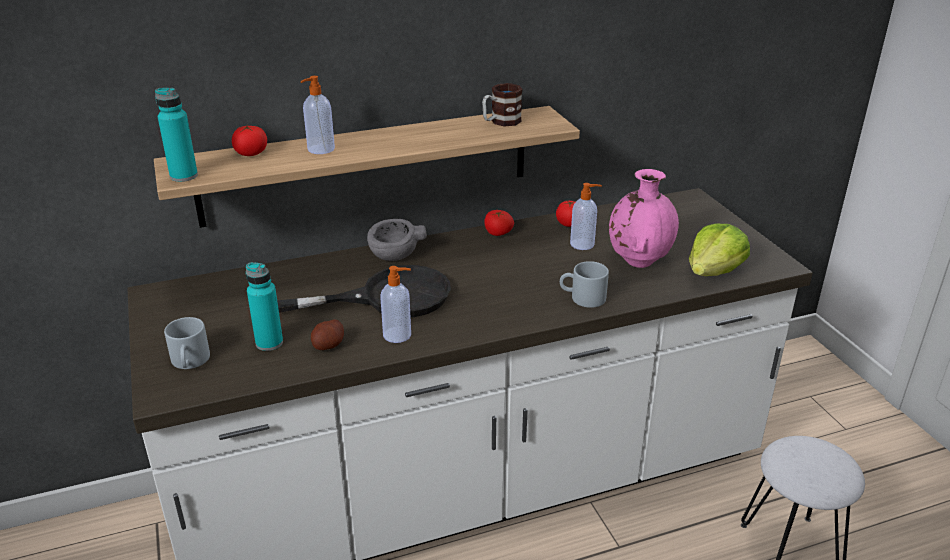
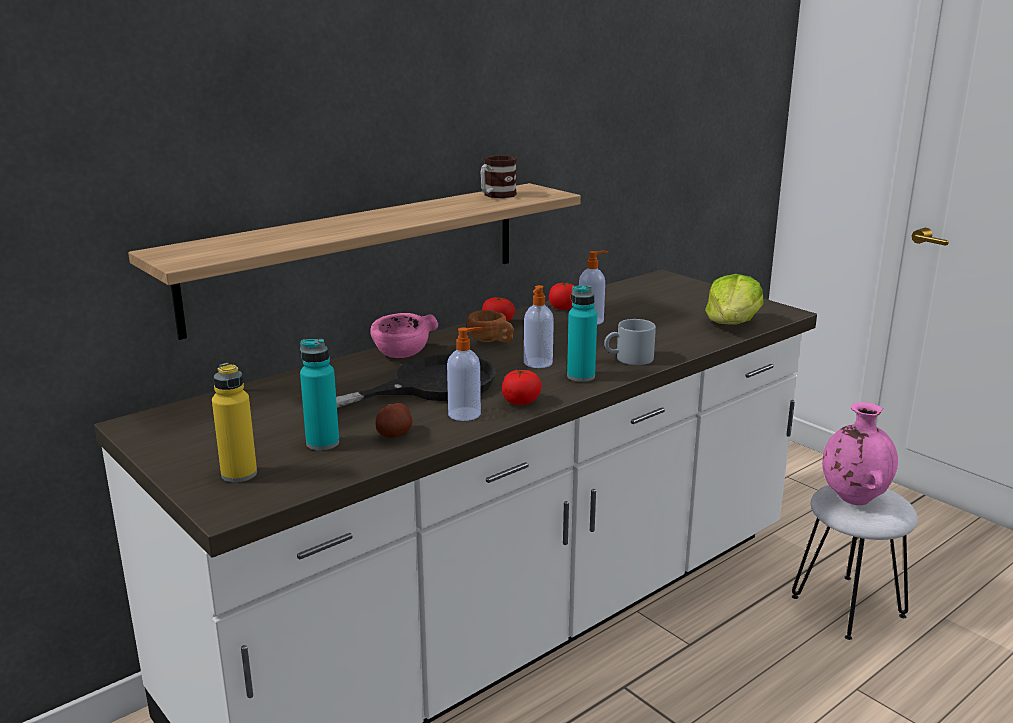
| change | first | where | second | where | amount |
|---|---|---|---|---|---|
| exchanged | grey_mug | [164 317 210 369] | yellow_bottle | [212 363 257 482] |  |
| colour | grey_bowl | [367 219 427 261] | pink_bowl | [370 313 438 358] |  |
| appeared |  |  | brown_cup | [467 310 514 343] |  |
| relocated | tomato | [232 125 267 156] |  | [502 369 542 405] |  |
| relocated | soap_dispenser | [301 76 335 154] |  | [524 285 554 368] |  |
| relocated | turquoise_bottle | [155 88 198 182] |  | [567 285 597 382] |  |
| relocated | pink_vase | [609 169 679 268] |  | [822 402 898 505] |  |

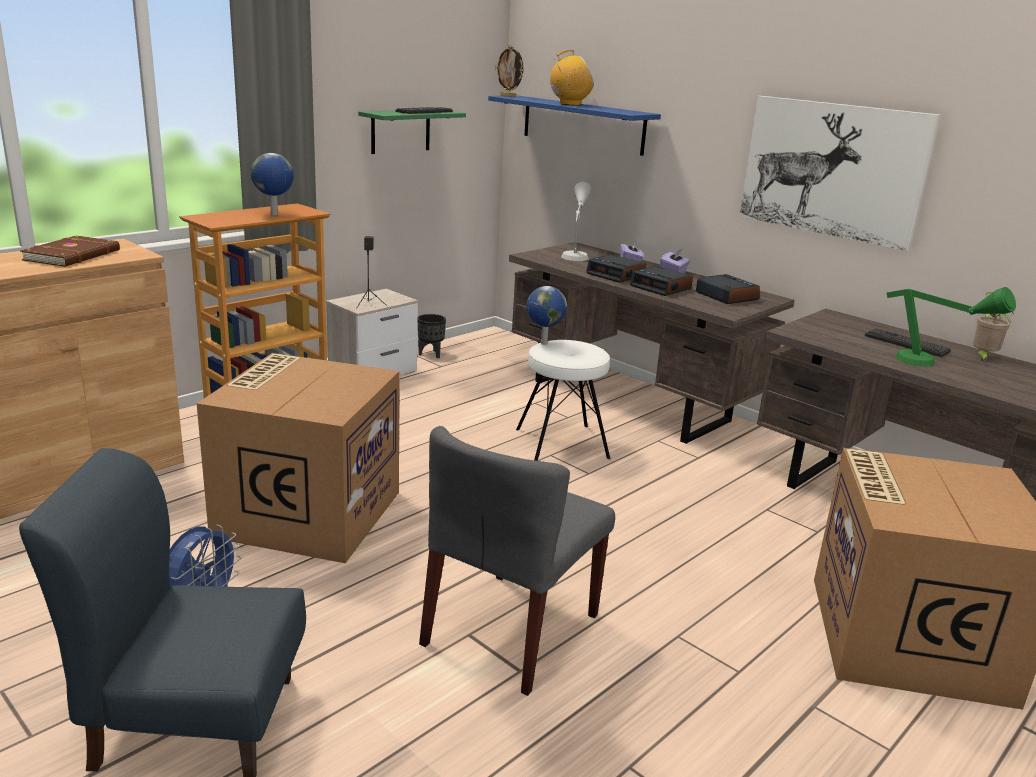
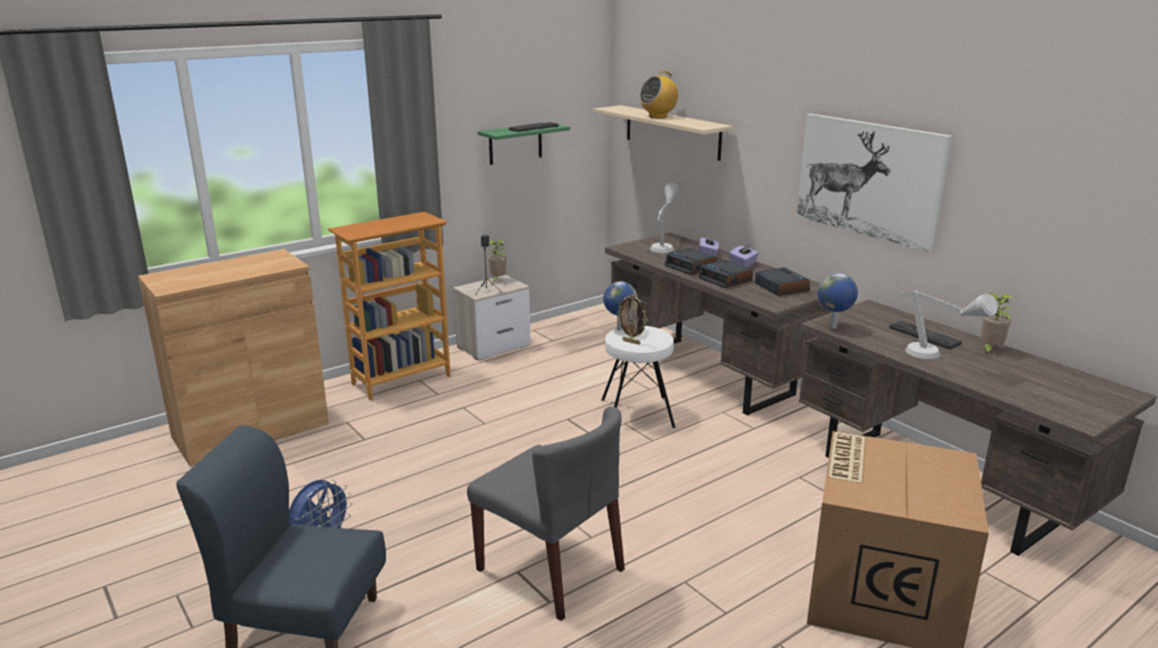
| change | first | where | second | where | amount |
|---|---|---|---|---|---|
| spun | grey_chair | [419 426 615 696] |  | [467 406 625 621] | 90 degrees counterclockwise |
| appeared |  |  | potted_plant | [489 240 507 283] |  |
| colour | blue_shelf | [488 95 661 156] | beige_shelf | [593 105 733 161] |  |
| relocated | picture_frame | [495 45 524 97] |  | [617 294 647 345] |  |
| spun | radio | [550 50 594 106] |  | [639 71 678 118] | 150 degrees clockwise |
| relocated | globe | [251 153 294 215] |  | [817 273 858 328] |  |
| colour | green_table_lamp | [887 287 1016 367] | grey_table_lamp | [899 291 998 359] |  |
| missing | brown_book | [20 235 120 267] |  |  |  |
| missing | cardboard_box | [197 353 400 563] |  |  |  |
| missing | black_planter | [418 314 446 358] |  |  |  |

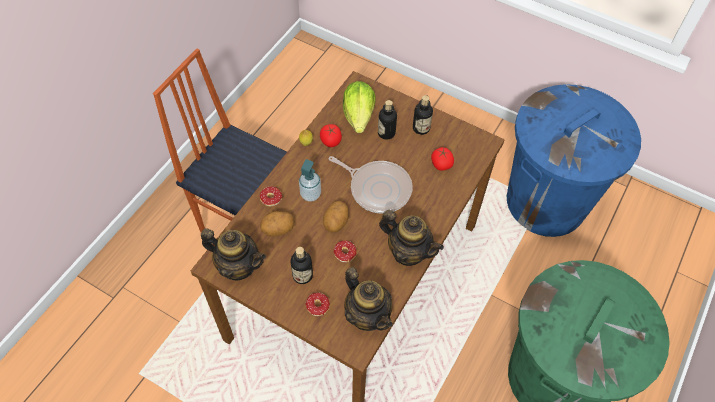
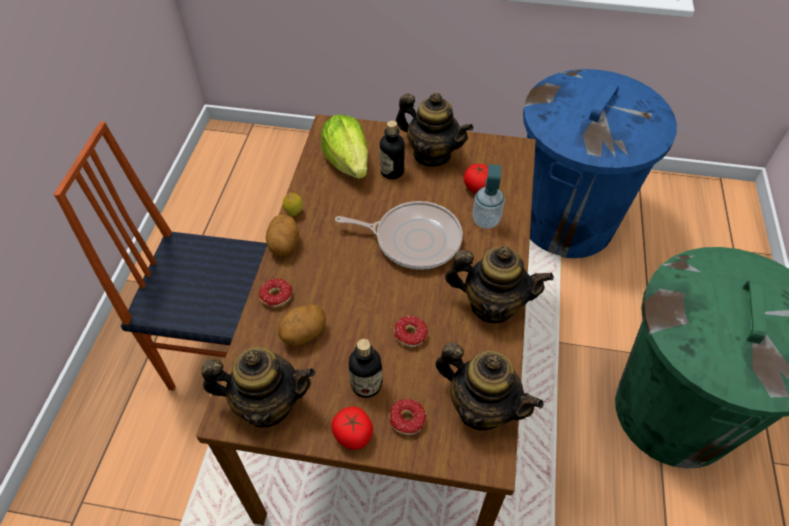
| change | first | where | second | where | amount |
|---|---|---|---|---|---|
| relocated | potato | [323 201 348 232] |  | [266 214 299 256] |  |
| relocated | tomato | [320 124 342 147] |  | [331 406 373 450] |  |
| exchanged | bottle | [413 95 433 135] | teapot | [396 93 474 167] |  |
| relocated | soap_dispenser | [299 159 321 202] |  | [472 165 505 229] |  |

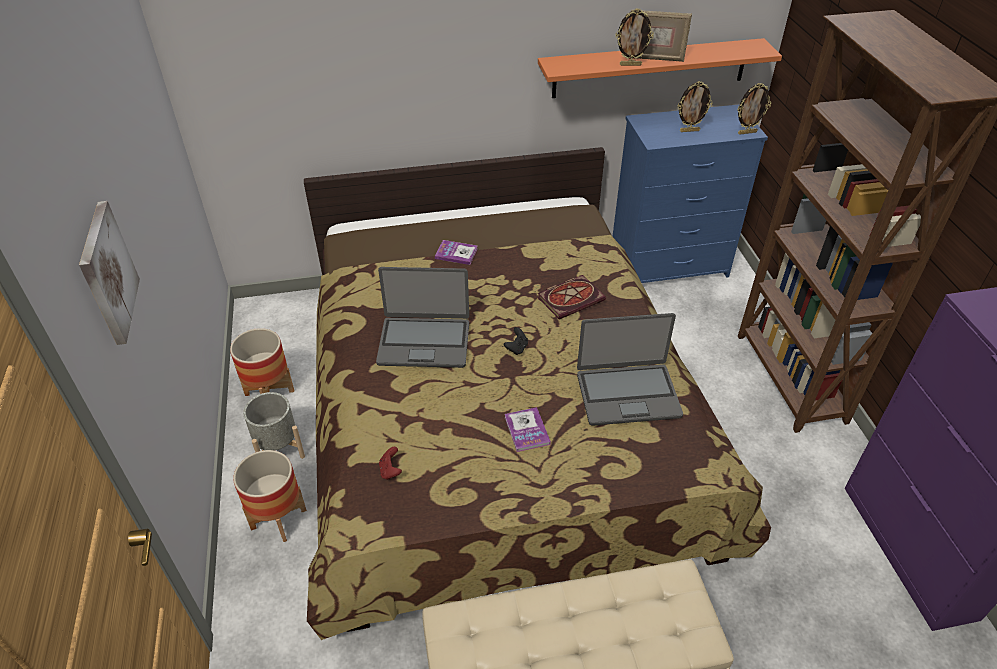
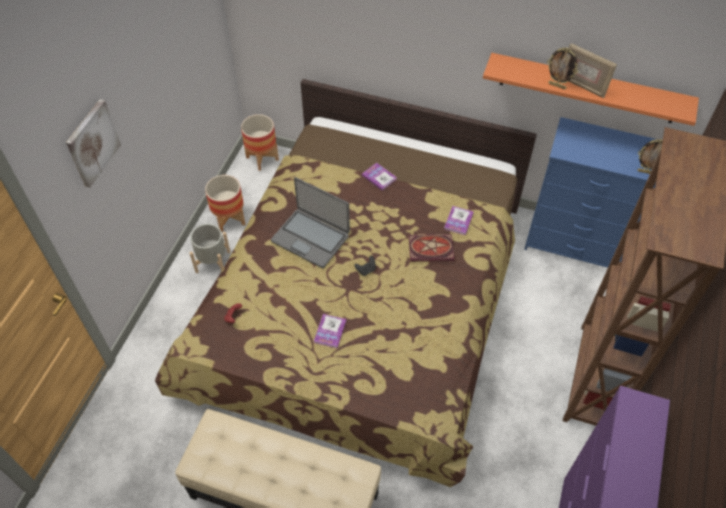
| change | first | where | second | where | amount |
|---|---|---|---|---|---|
| relocated | planter | [233 450 307 542] |  | [241 114 279 171] |  |
| appeared |  |  | book | [444 206 474 235] |  |
| missing | laptop | [577 313 683 426] |  |  |  |
| missing | picture_frame | [677 81 713 132] |  |  |  |

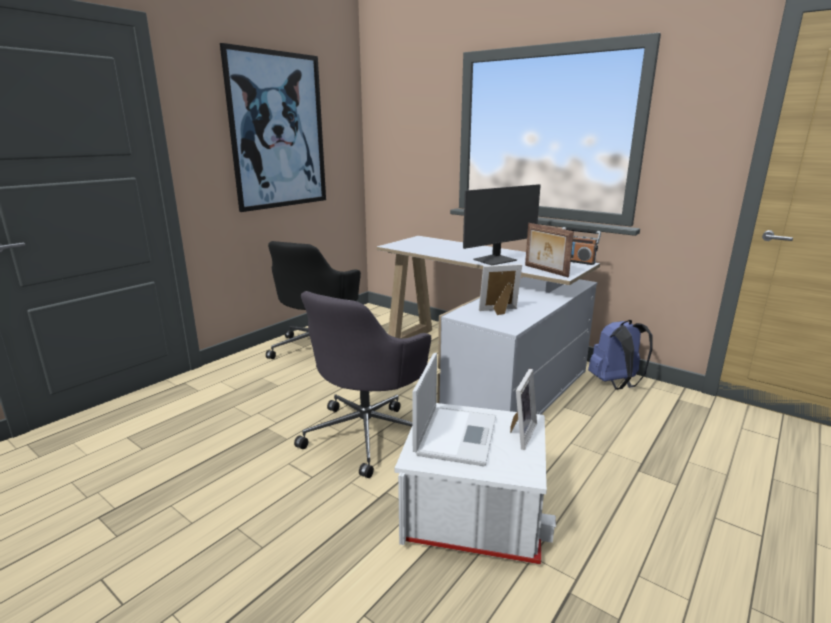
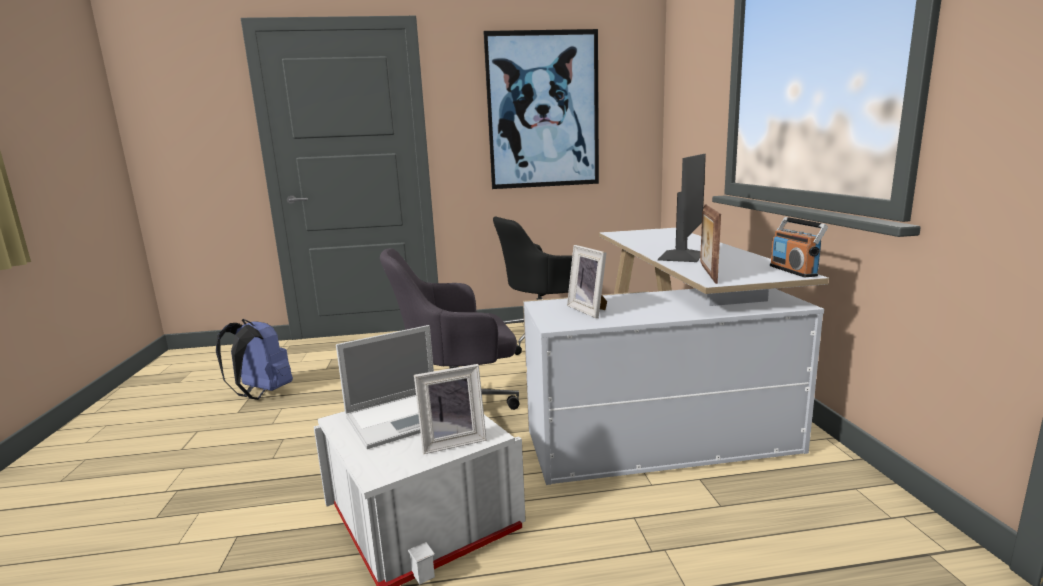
| change | first | where | second | where | amount |
|---|---|---|---|---|---|
| relocated | blue_backpack | [588 320 652 390] |  | [216 319 293 400] |  |
| spun | picture_frame | [479 264 522 315] |  | [567 245 607 318] | 150 degrees counterclockwise |
| spun | monitor | [463 184 541 265] |  | [658 154 706 262] | 75 degrees counterclockwise |

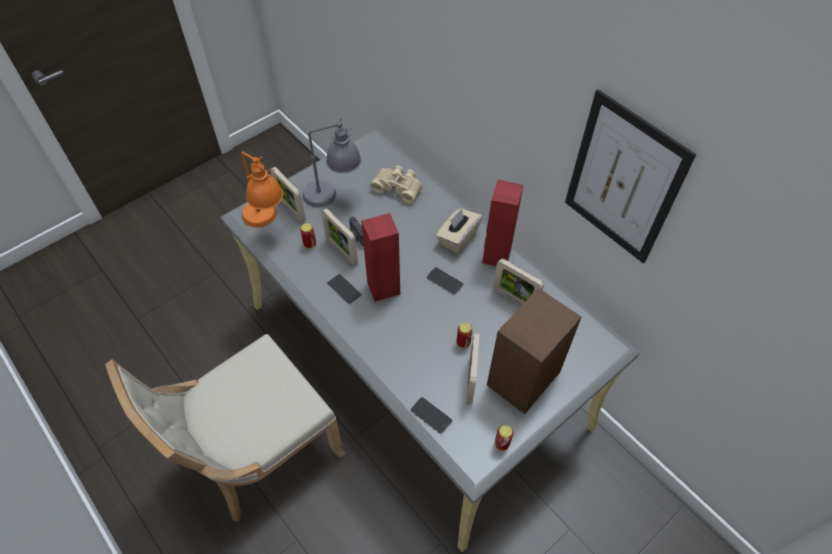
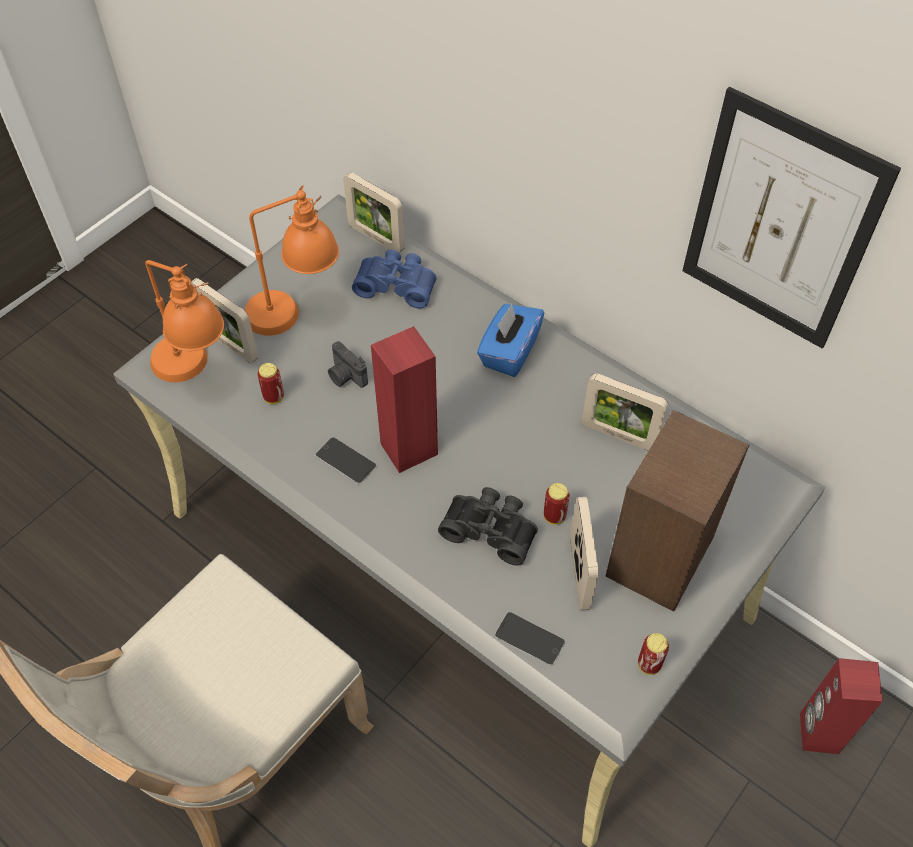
| change | first | where | second | where | amount |
|---|---|---|---|---|---|
| colour | grey_table_lamp | [303 119 361 208] | orange_table_lamp | [245 186 339 336] |  |
| relocated | picture_frame | [321 208 358 266] |  | [343 172 405 253] |  |
| colour | beige_binoculars | [370 166 423 204] | blue_binoculars | [352 249 437 309] |  |
| appeared |  |  | black_binoculars | [438 487 538 566] |  |
| colour | beige_tissue_box | [436 208 482 254] | blue_tissue_box | [477 304 544 377] |  |
| relocated | red_speaker | [482 180 524 266] |  | [800 658 883 754] |  |
| missing | phone | [426 267 464 295] |  |  |  |

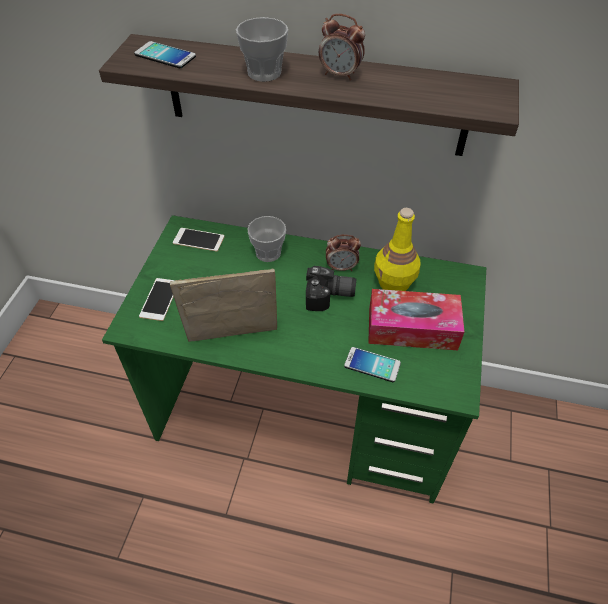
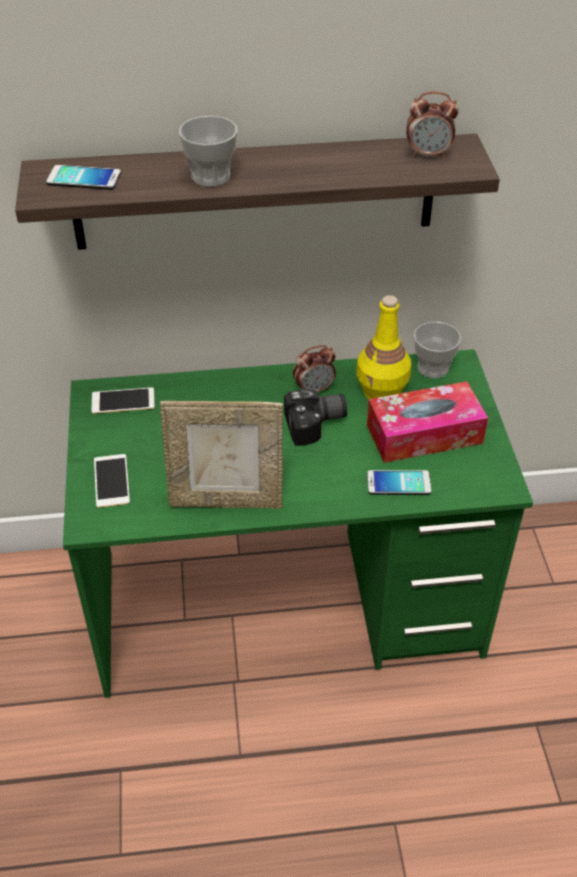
| change | first | where | second | where | amount |
|---|---|---|---|---|---|
| spun | picture_frame | [170 269 277 342] |  | [160 401 283 509] | 150 degrees counterclockwise |
| relocated | alarm_clock | [319 14 365 81] |  | [406 92 459 159] |  |
| relocated | cup | [247 216 286 262] |  | [414 322 461 378] |  |

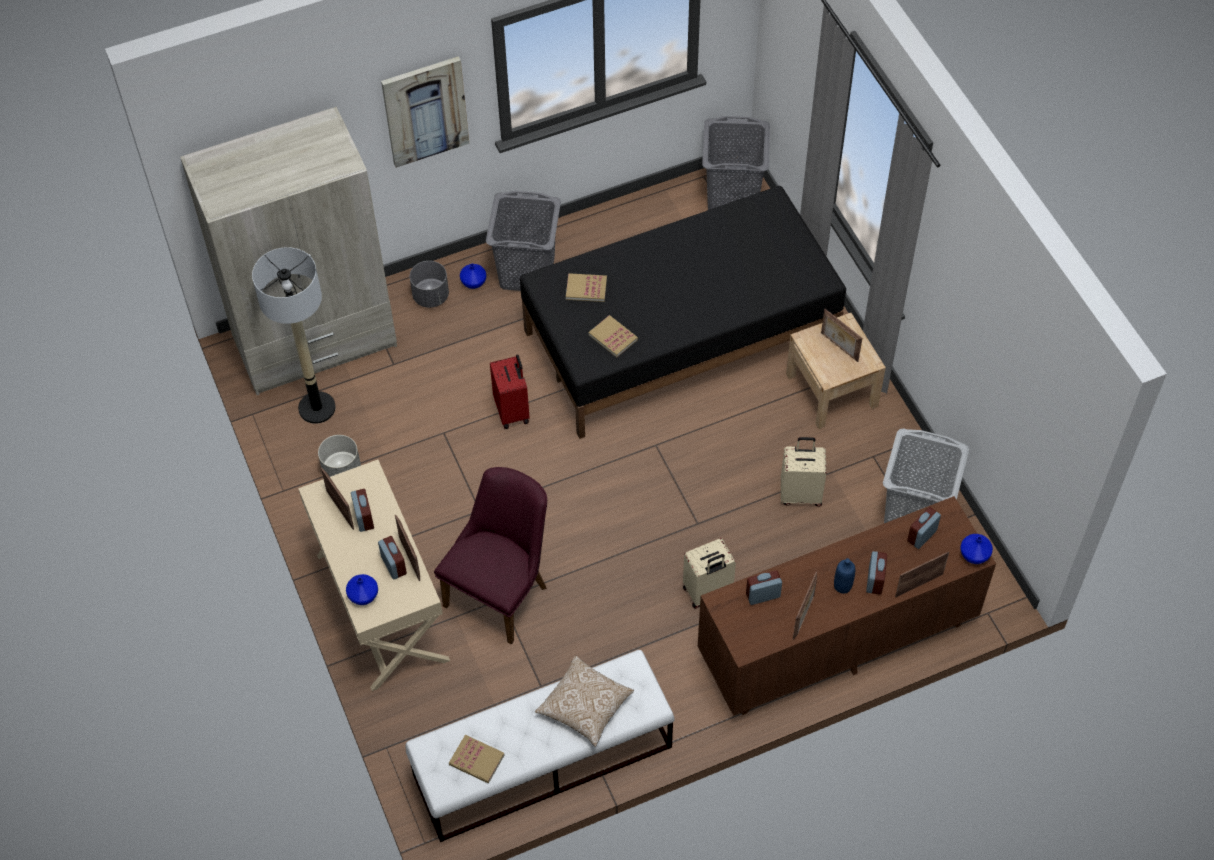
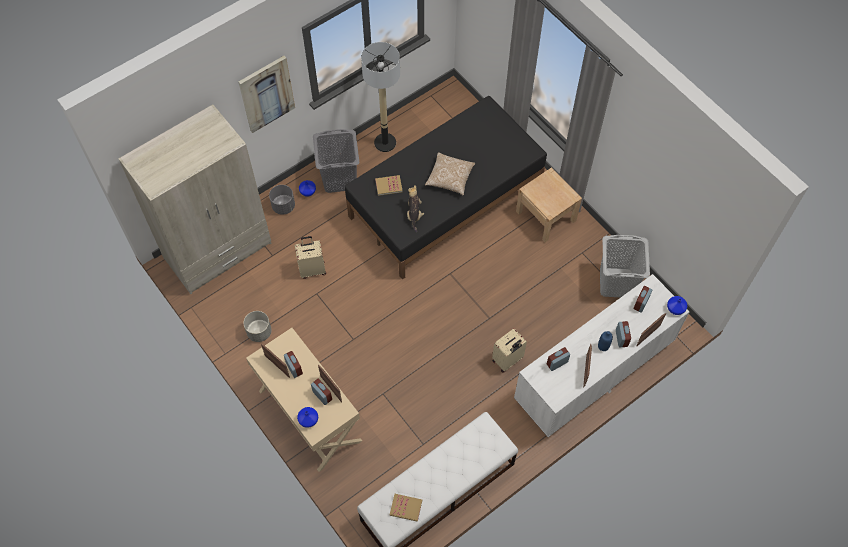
| change | first | where | second | where | amount |
|---|---|---|---|---|---|
| relocated | beige_suitcase | [781 437 826 507] |  | [295 236 326 279] |  |
| relocated | floor_lamp | [252 247 336 424] |  | [361 42 400 152] |  |
| exchanged | book | [589 315 638 358] | plush_toy | [407 185 424 232] |  |
| relocated | pillow | [535 656 634 747] |  | [425 152 475 195] |  |
| colour | brown_dresser | [698 496 996 716] | white_dresser | [514 274 690 437] |  |
| missing | purple_chair | [434 467 547 645] |  |  |  |
| missing | red_suitcase | [490 355 530 429] |  |  |  |
| missing | grey_laundry_basket | [702 116 770 210] |  |  |  |
| missing | picture_frame | [821 309 862 362] |  |  |  |

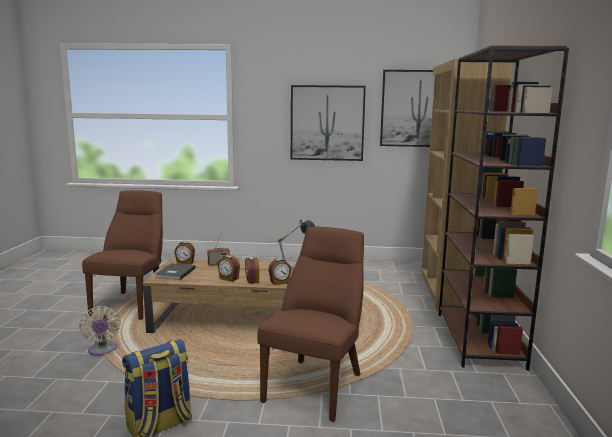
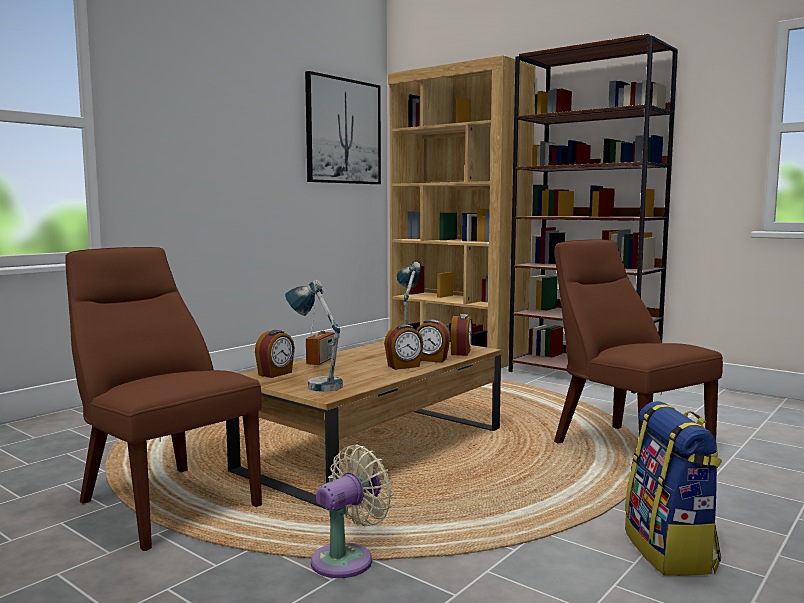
| change | first | where | second | where | amount |
|---|---|---|---|---|---|
| exchanged | grey_book | [155 263 196 280] | table_lamp | [285 280 343 392] |  |
| spun | beige_fan | [79 306 121 356] |  | [311 444 393 578] | 60 degrees counterclockwise |
| missing | picture | [291 85 366 161] |  |  |  |

